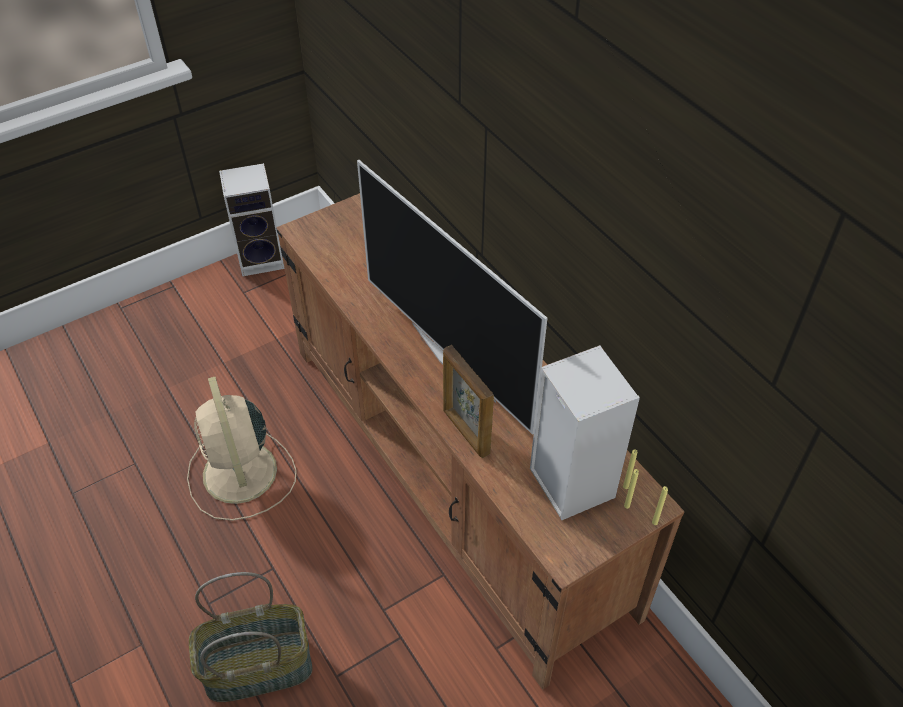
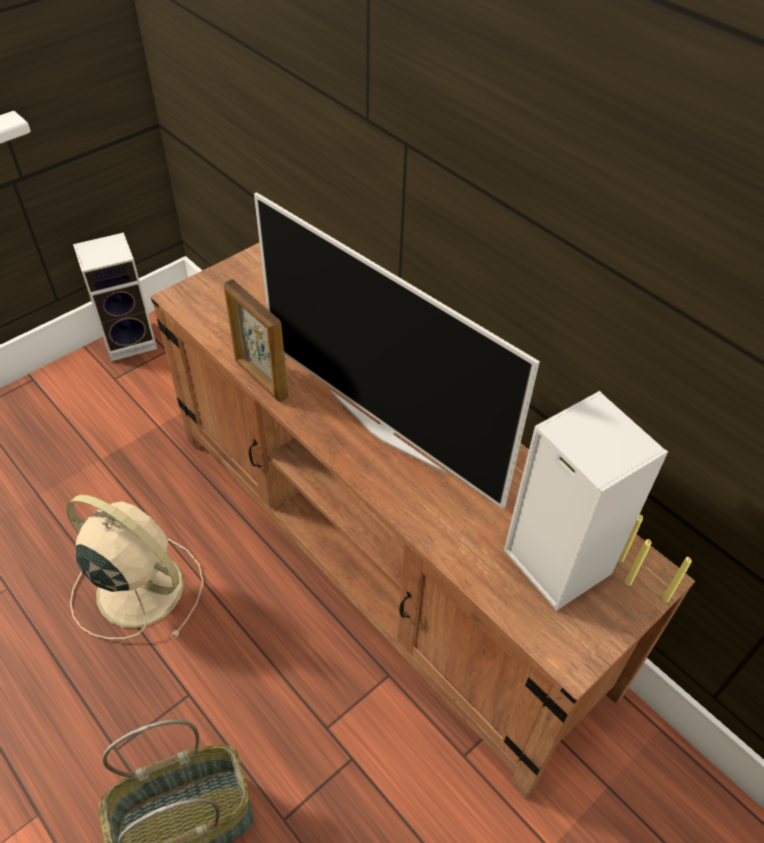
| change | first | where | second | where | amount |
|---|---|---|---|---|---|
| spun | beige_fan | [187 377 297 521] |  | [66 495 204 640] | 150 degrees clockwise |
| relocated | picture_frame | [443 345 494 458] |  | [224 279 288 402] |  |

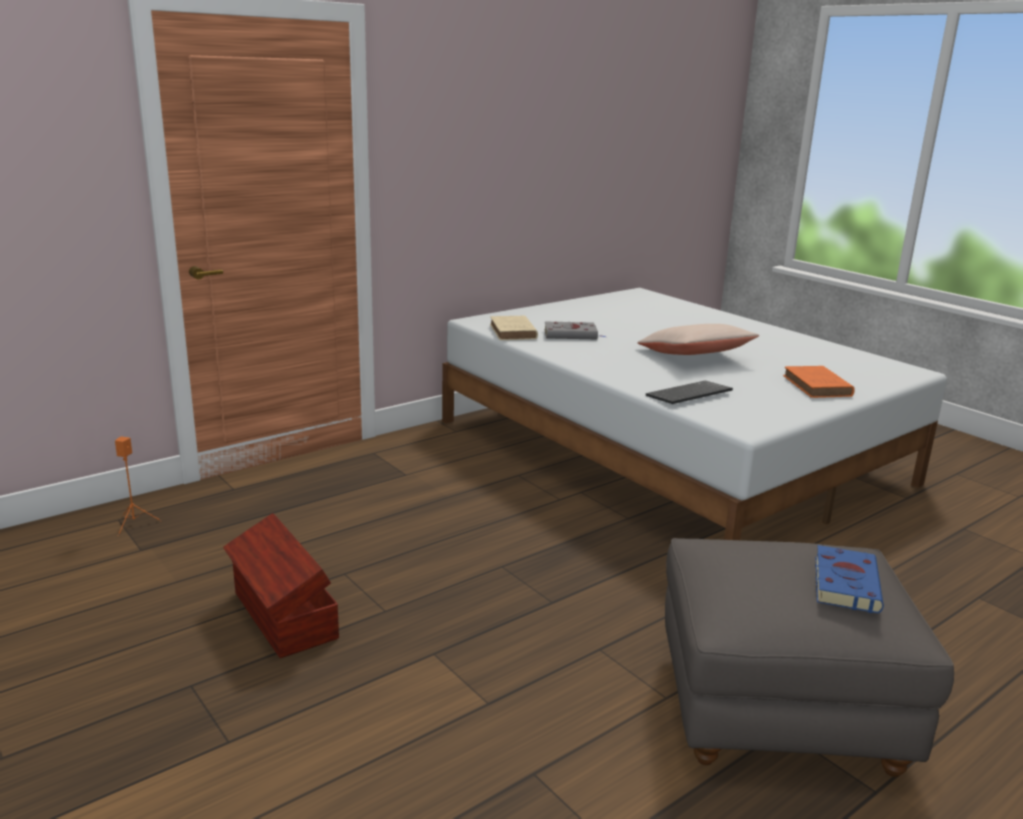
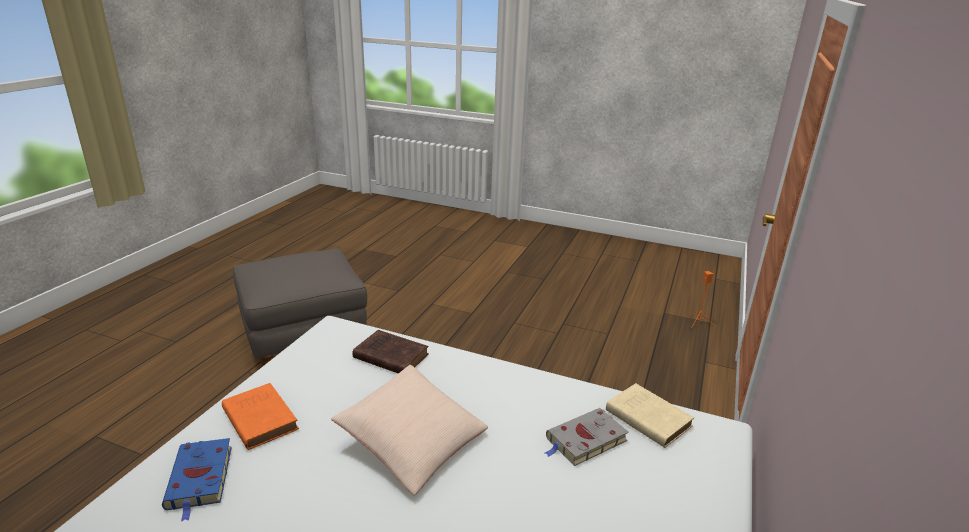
| change | first | where | second | where | amount |
|---|---|---|---|---|---|
| relocated | blue_book | [815 545 884 613] |  | [162 438 232 521] |  |
| exchanged | keyboard | [646 381 733 404] | brown_book | [352 330 429 374] |  |
| missing | brown_storage_box | [223 513 339 658] |  |  |  |

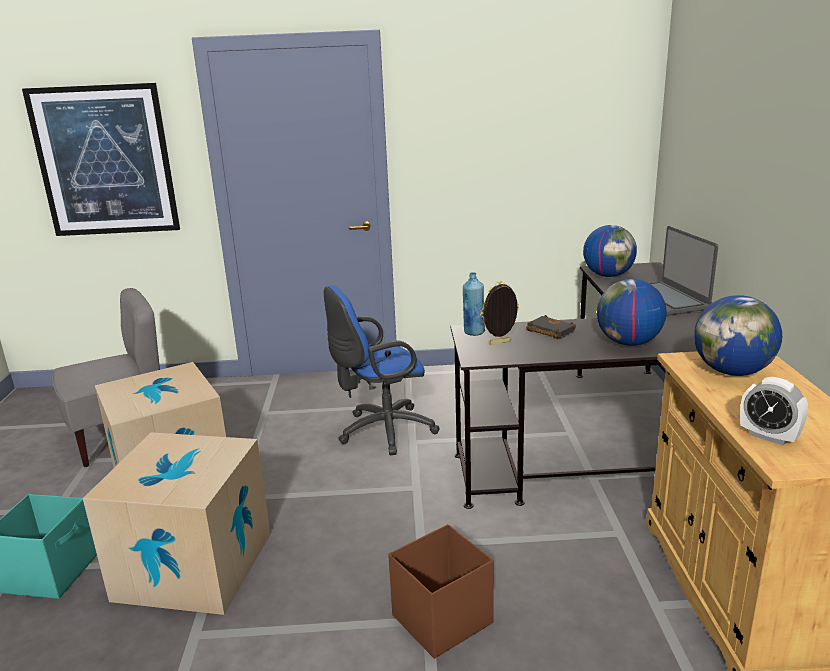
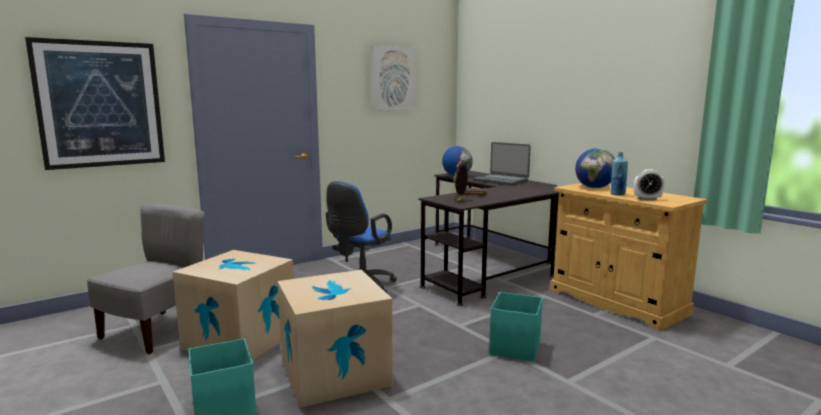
| change | first | where | second | where | amount |
|---|---|---|---|---|---|
| appeared |  |  | picture | [371 45 416 111] |  |
| colour | brown_storage_box | [388 524 494 659] | turquoise_storage_box | [489 292 543 362] |  |
| relocated | blue_bottle | [463 272 485 336] |  | [611 152 628 196] |  |
| missing | globe | [597 279 667 346] |  |  |  |

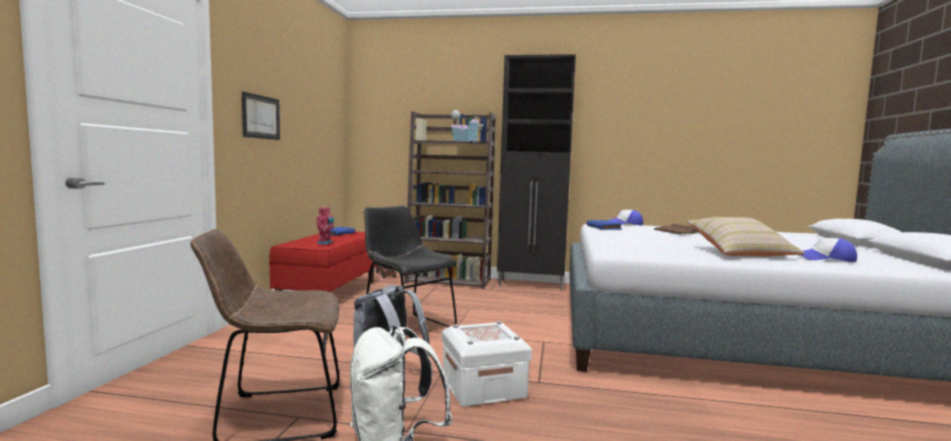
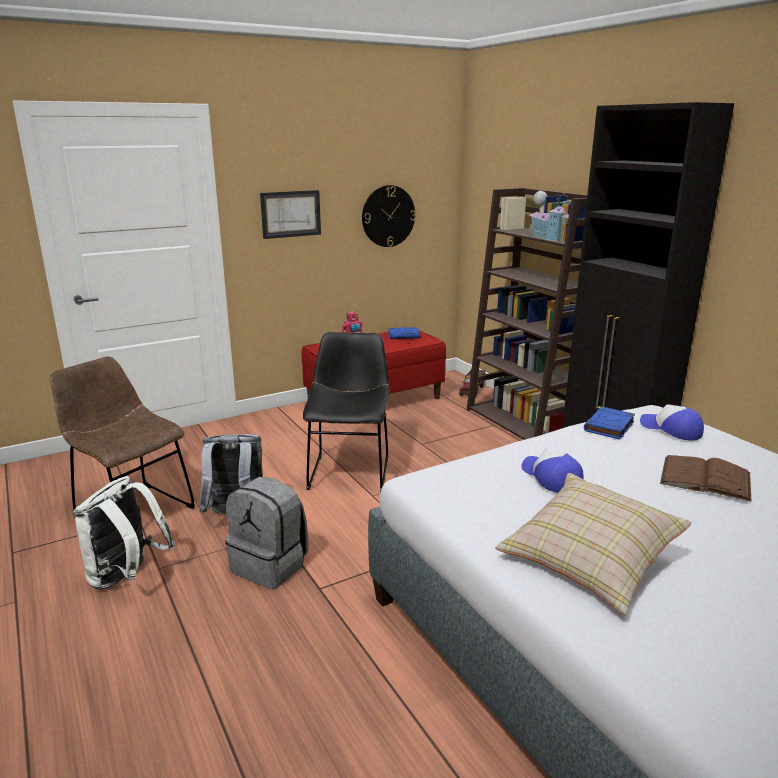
| change | first | where | second | where | amount |
|---|---|---|---|---|---|
| exchanged | white_storage_box | [442 321 532 407] | grey_backpack | [225 477 309 589] |  |
| appeared |  |  | wall_clock | [362 185 416 247] |  |
| relocated | cap | [799 238 857 262] |  | [522 448 584 493] |  |

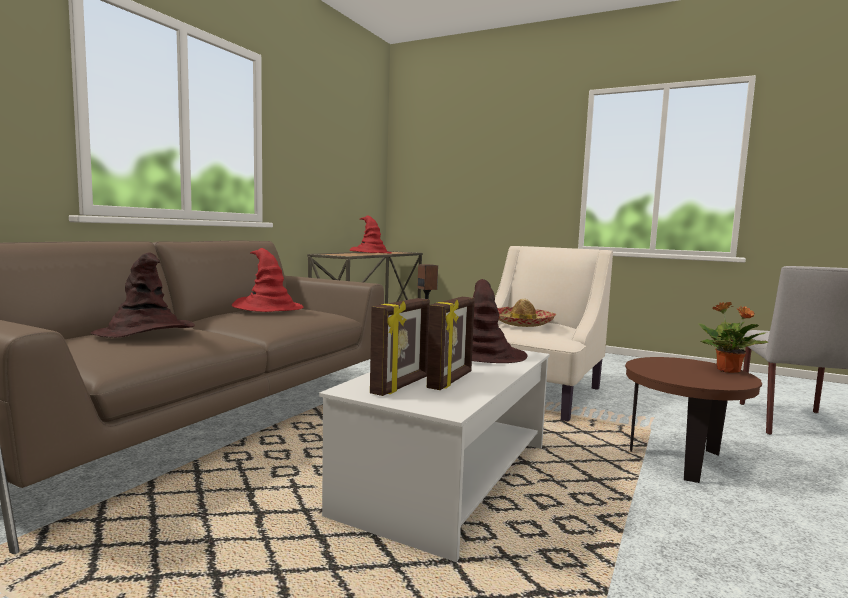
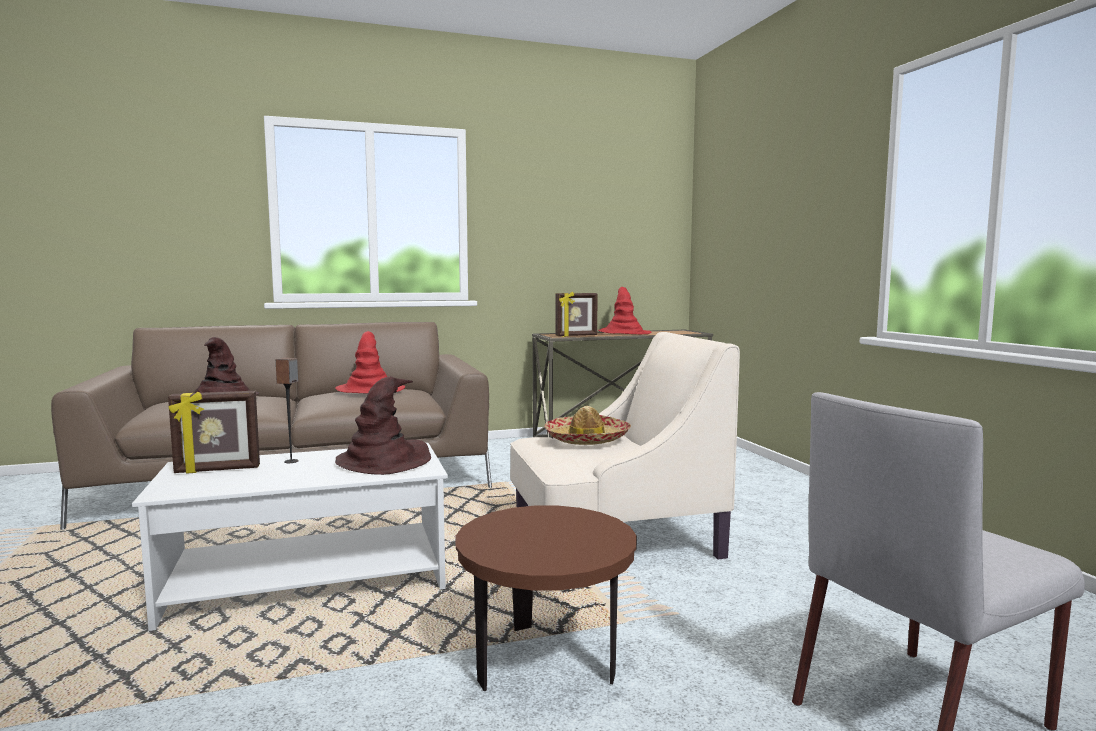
| change | first | where | second | where | amount |
|---|---|---|---|---|---|
| relocated | picture_frame | [427 297 475 390] |  | [556 291 598 337] |  |
| missing | potted_plant | [698 302 768 373] |  |  |  |

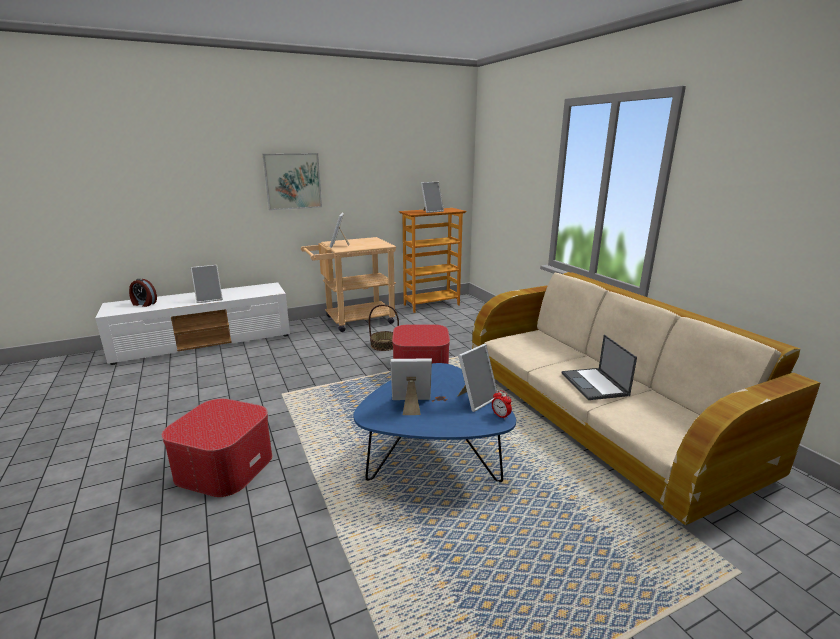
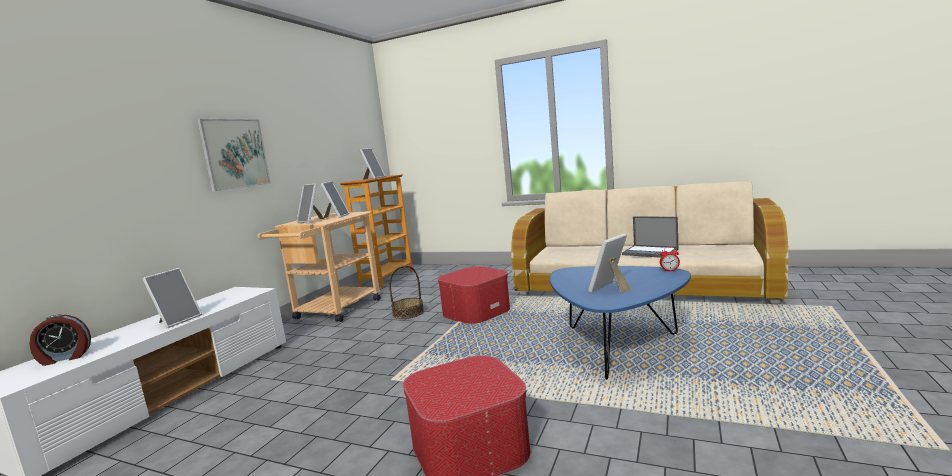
| change | first | where | second | where | amount |
|---|---|---|---|---|---|
| relocated | picture_frame | [457 344 498 412] |  | [321 181 350 218] |  |

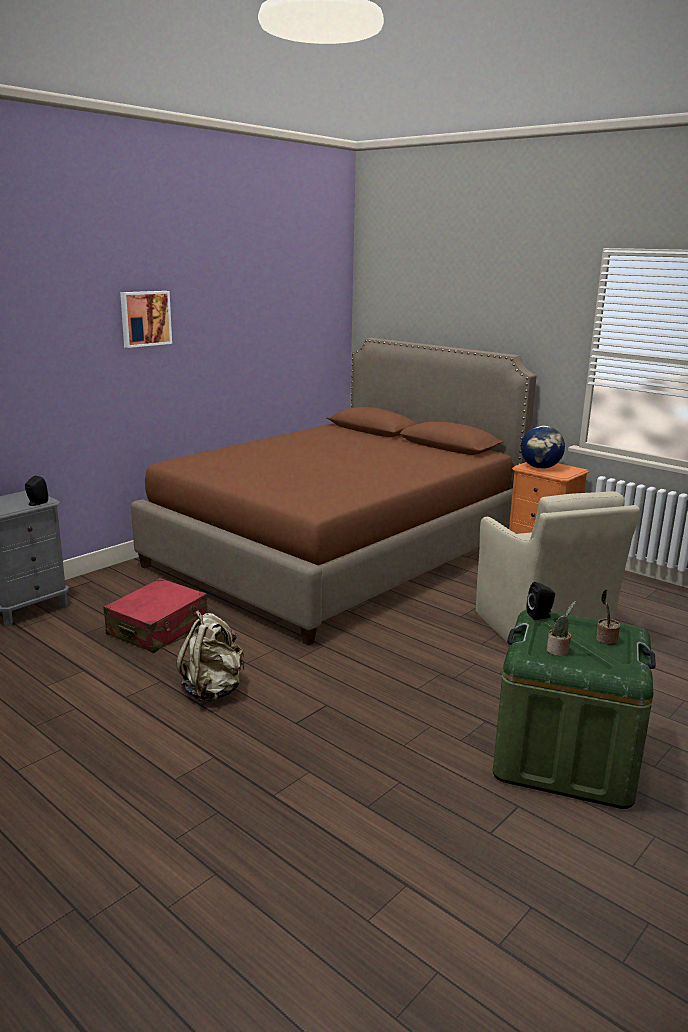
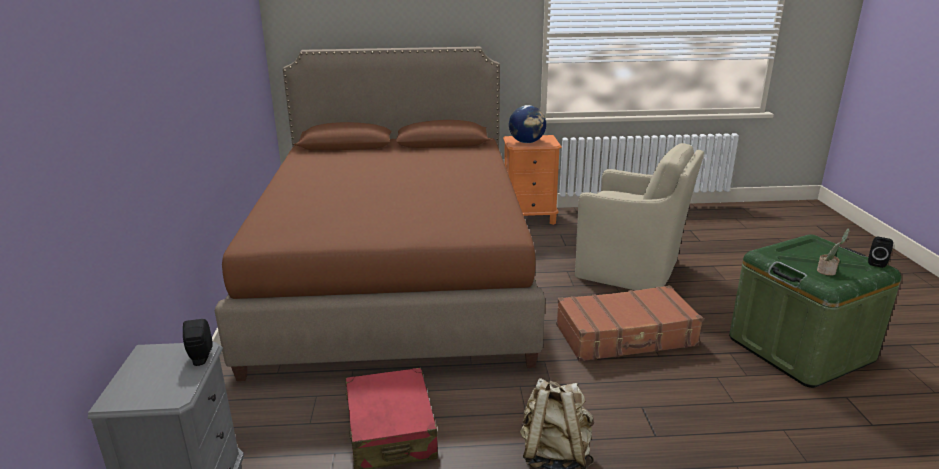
| change | first | where | second | where | amount |
|---|---|---|---|---|---|
| appeared |  |  | brown_suitcase | [556 285 703 362] |  |
| relocated | black_speaker | [527 582 555 620] |  | [868 237 893 268] |  |
| missing | picture | [120 291 172 348] |  |  |  |
| missing | potted_plant | [596 589 620 645] |  |  |  |

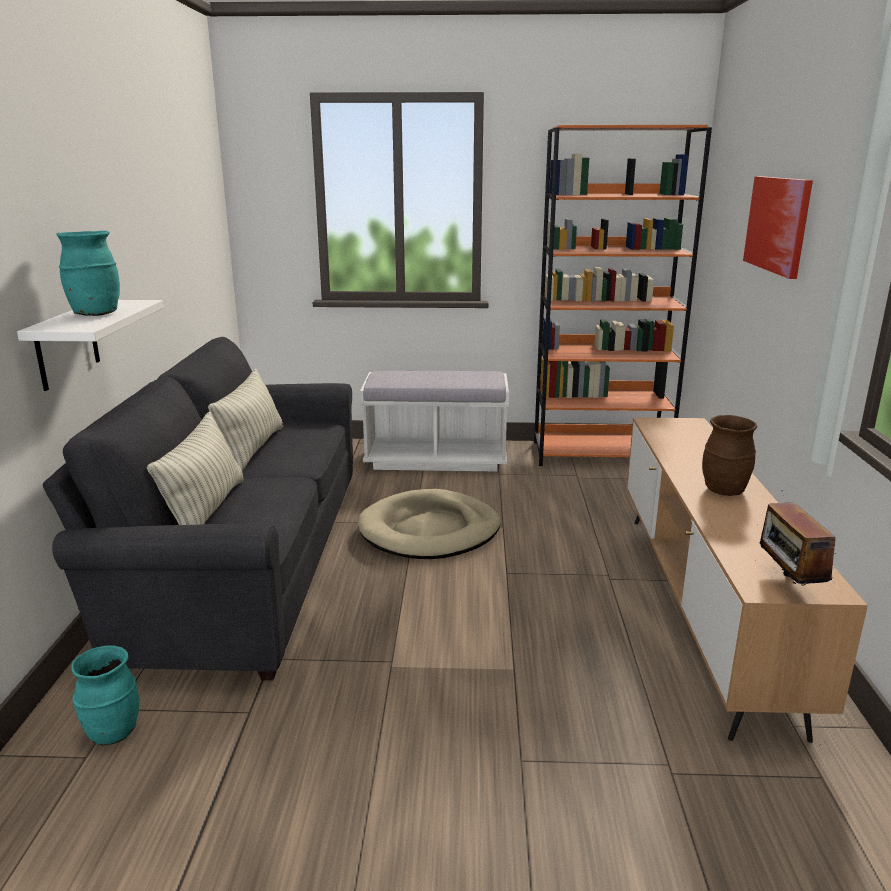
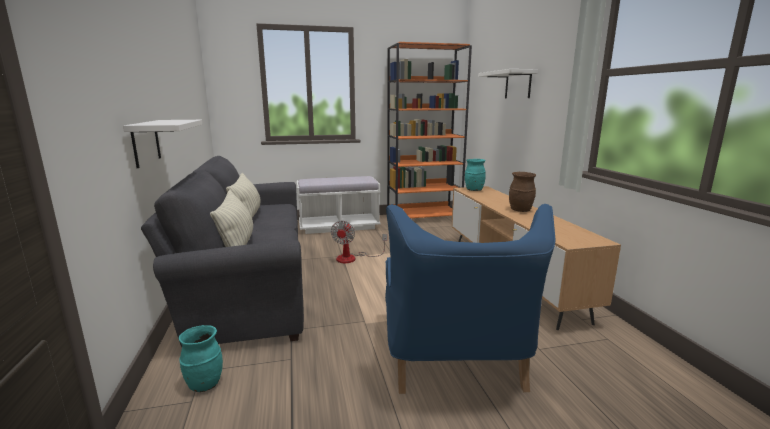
| change | first | where | second | where | amount |
|---|---|---|---|---|---|
| exchanged | beige_dog_bed | [358 489 501 559] | fan | [331 221 387 263] |  |
| appeared |  |  | blue_armchair | [385 204 556 394] |  |
| relocated | turquoise_vase | [57 231 120 316] |  | [465 159 486 191] |  |
| exchanged | picture | [743 176 813 279] | white_shelf | [478 69 538 98] |  |
| missing | radio | [760 490 836 586] |  |  |  |

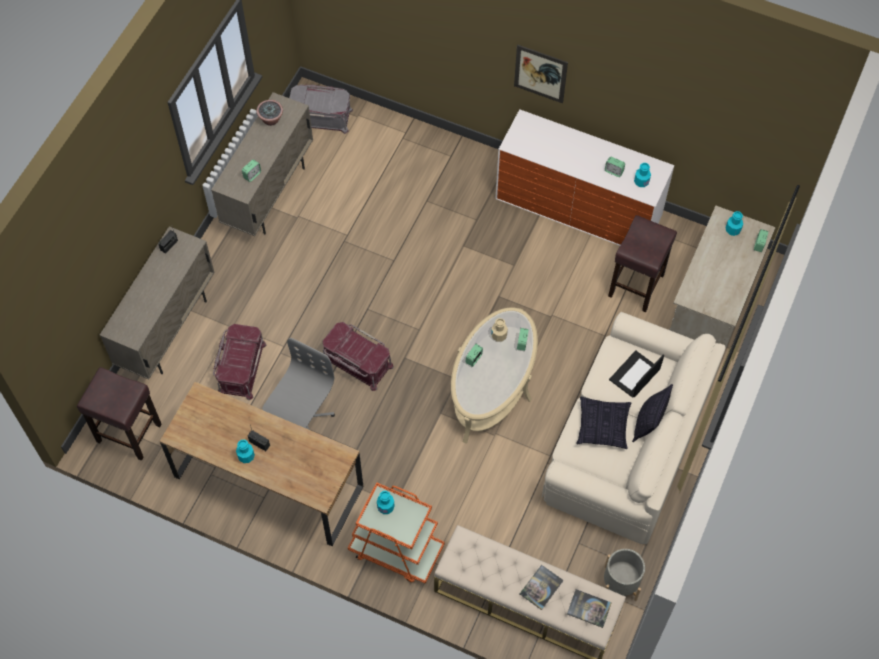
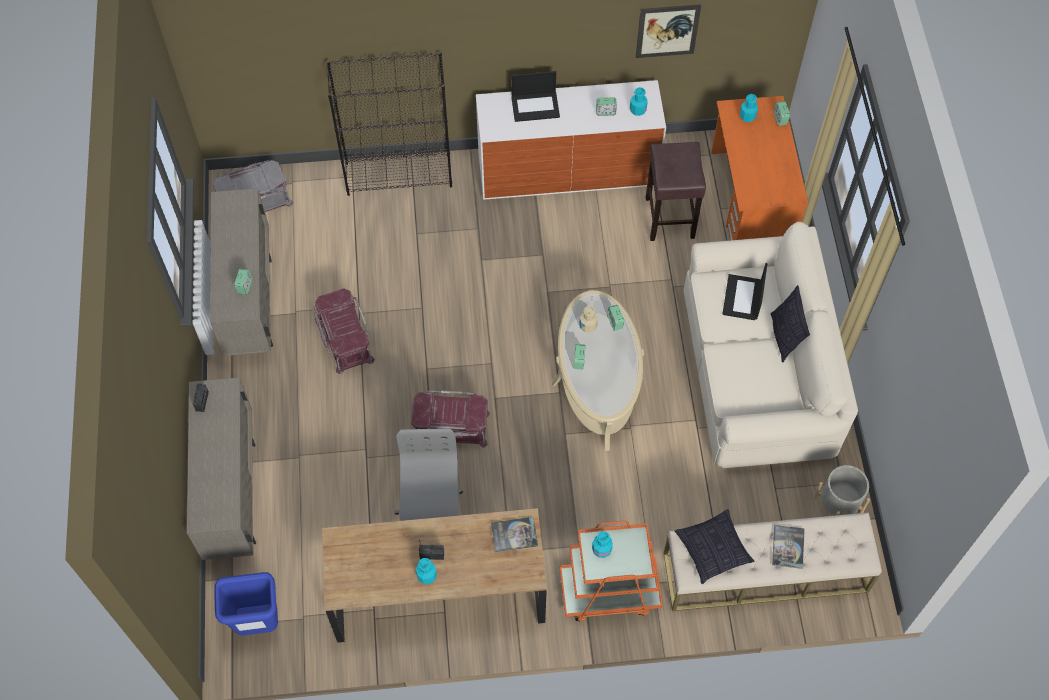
| change | first | where | second | where | amount |
|---|---|---|---|---|---|
| exchanged | brown_stool | [77 367 162 461] | blue_trash_can | [214 572 278 636] |  |
| relocated | red_storage_box | [213 324 267 400] |  | [313 288 375 374] |  |
| appeared |  |  | black_bookcase | [327 52 452 196] |  |
| relocated | book | [567 589 612 628] |  | [491 517 538 552] |  |
| appeared |  |  | laptop | [511 71 560 122] |  |
| relocated | picture | [514 44 568 104] |  | [636 4 701 58] |  |
| relocated | pillow | [576 397 631 449] |  | [675 509 754 584] |  |
| colour | beige_desk | [670 206 776 350] | orange_desk | [711 96 809 241] |  |
| missing | potted_plant | [256 100 283 126] |  |  |  |

